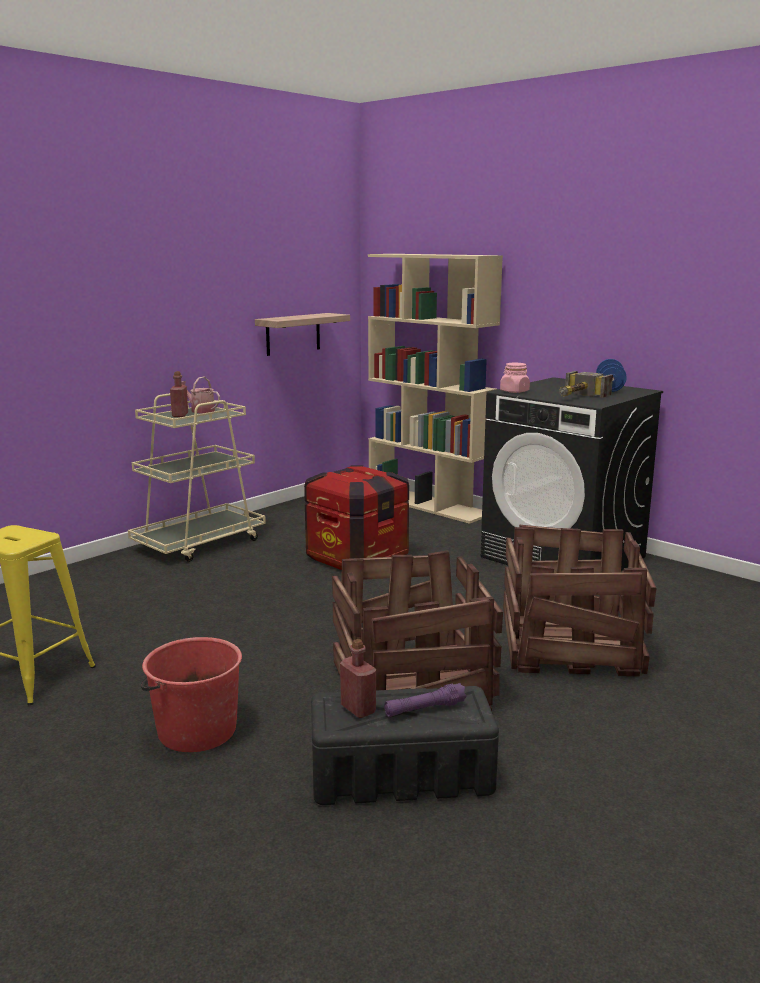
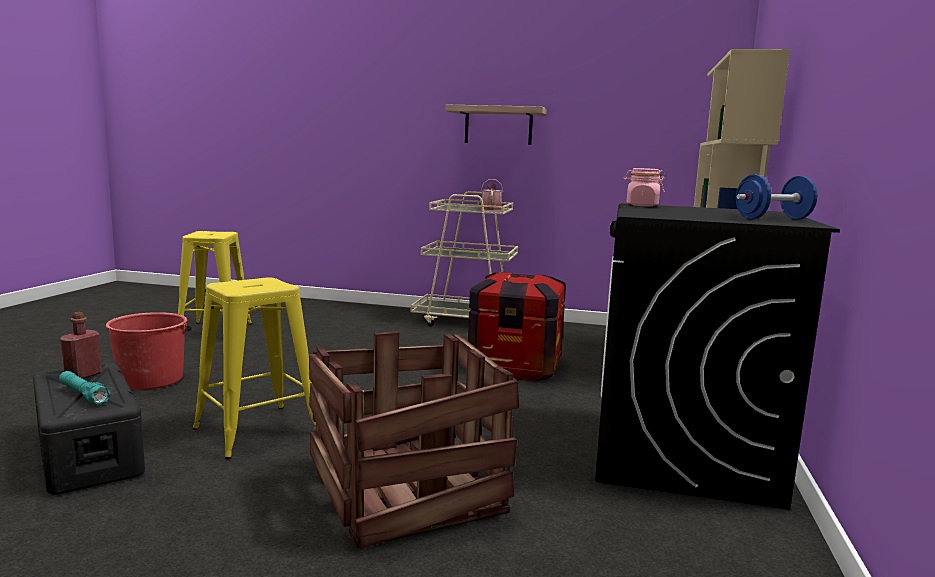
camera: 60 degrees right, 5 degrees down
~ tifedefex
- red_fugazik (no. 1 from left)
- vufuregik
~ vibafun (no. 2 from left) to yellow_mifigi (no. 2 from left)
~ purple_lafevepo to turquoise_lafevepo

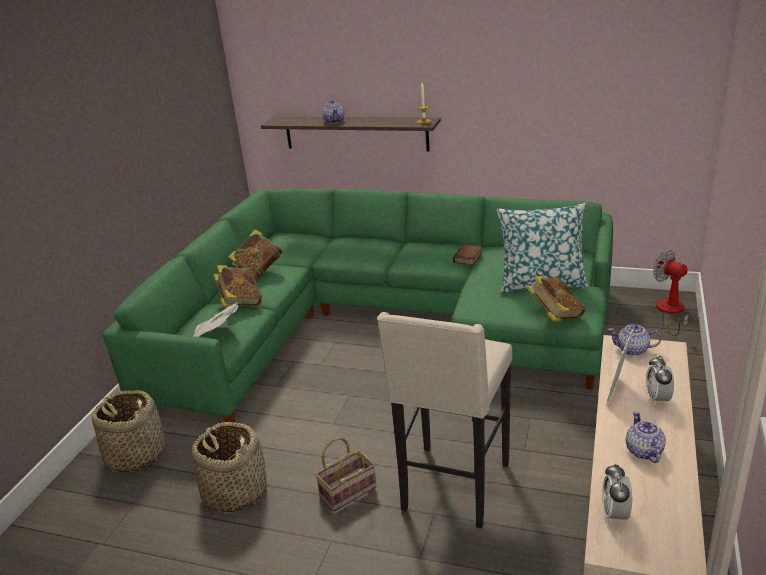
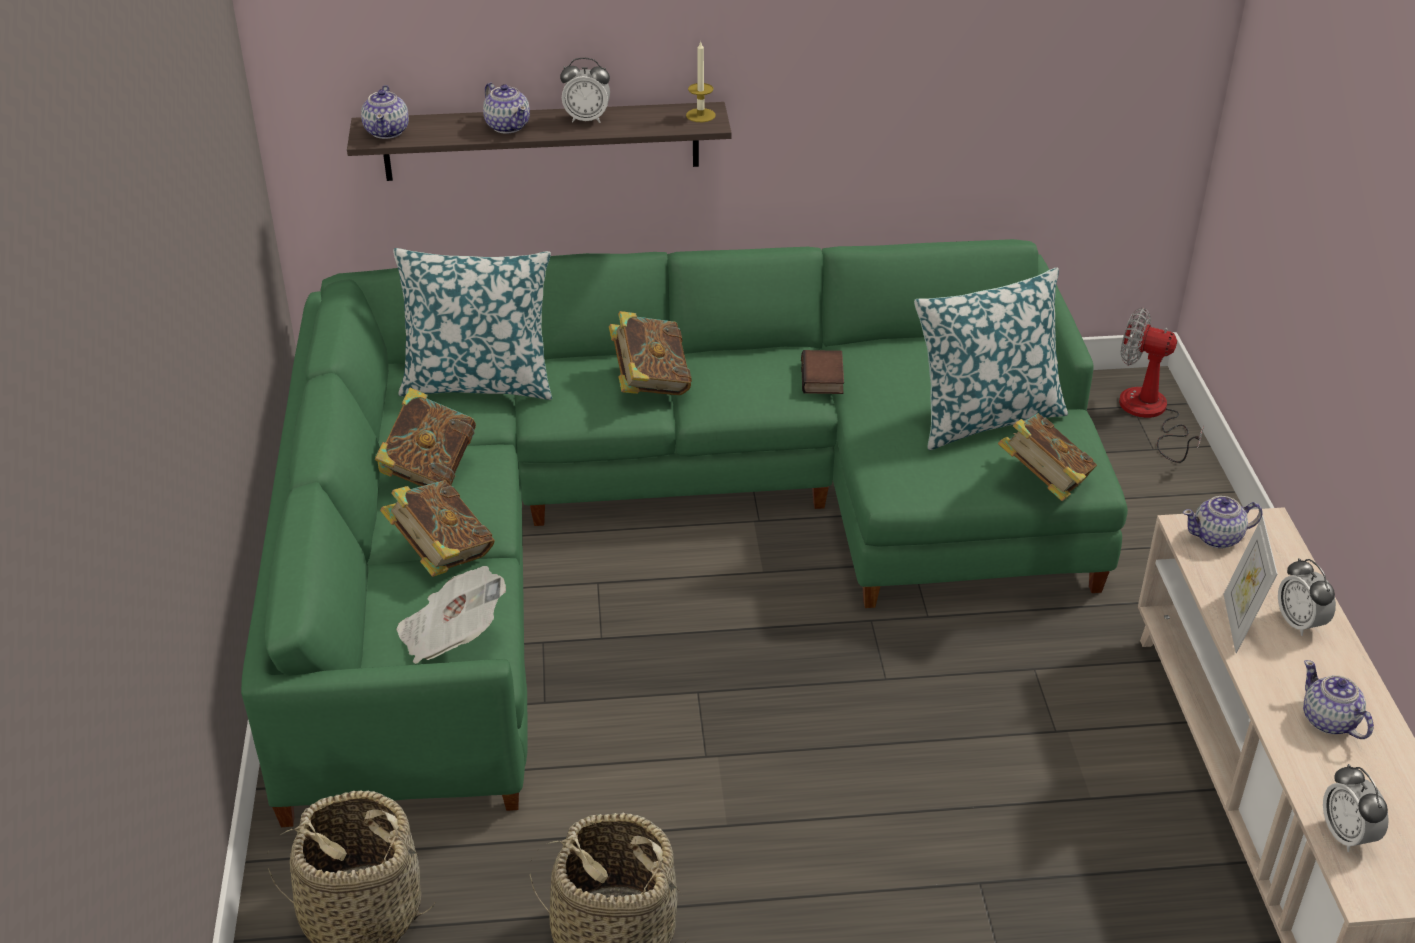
camera: 25 degrees left, 10 degrees up
- beige_mifigi
- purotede (no. 3 from left)
+ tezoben (no. 1 from left)
+ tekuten (no. 1 from left)
+ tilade (no. 1 from left)
+ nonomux (no. 3 from left)

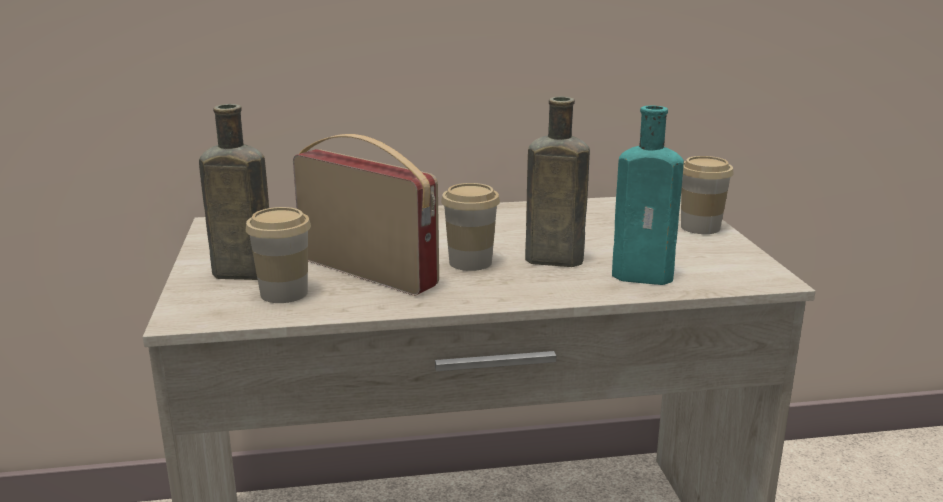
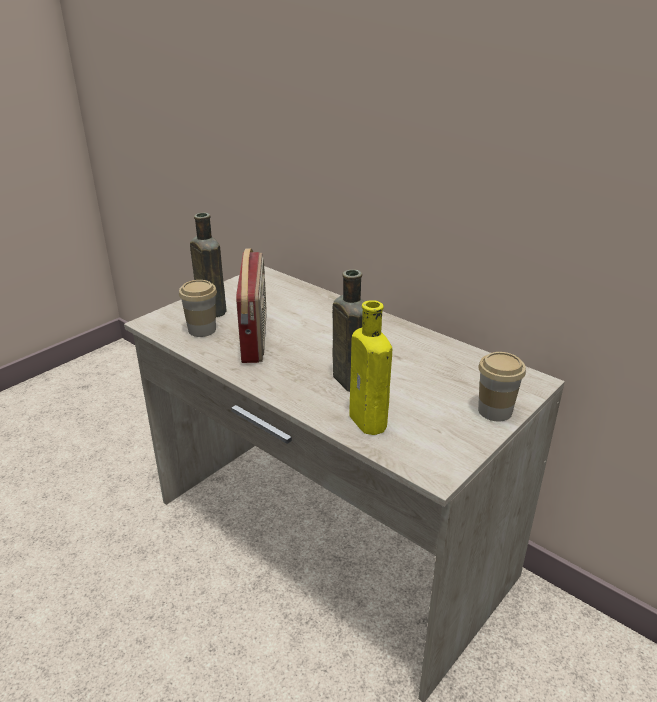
camera: 50 degrees right, 10 degrees up
~ turquoise_fugazik to yellow_fugazik
- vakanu (no. 2 from left)

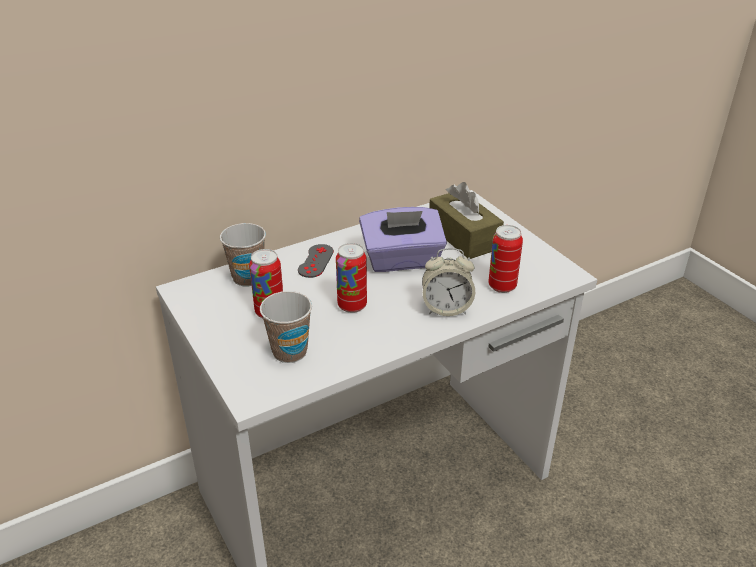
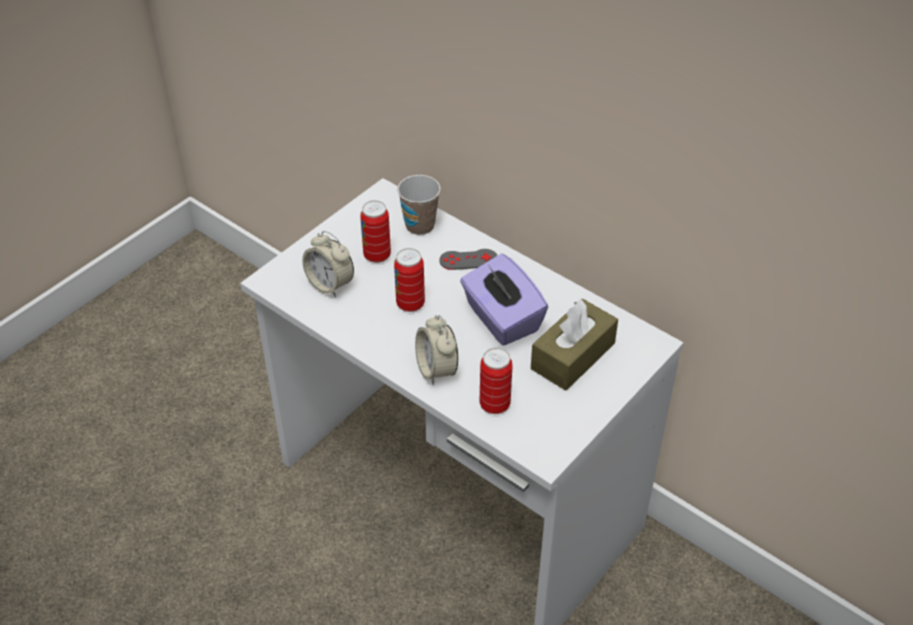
camera: 70 degrees right, 10 degrees up
~ vakanu (no. 2 from left) to tezoben (no. 1 from left)

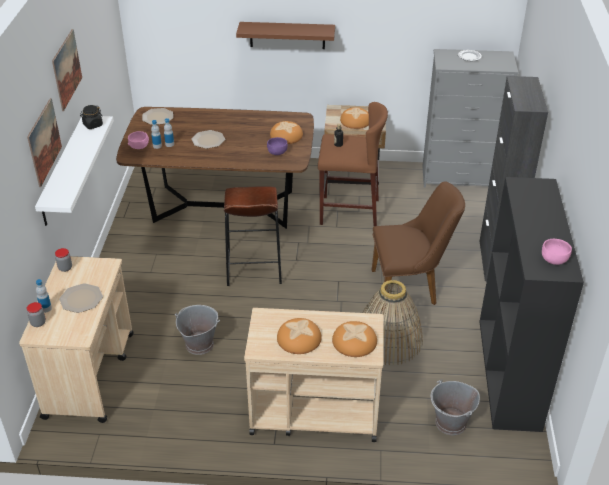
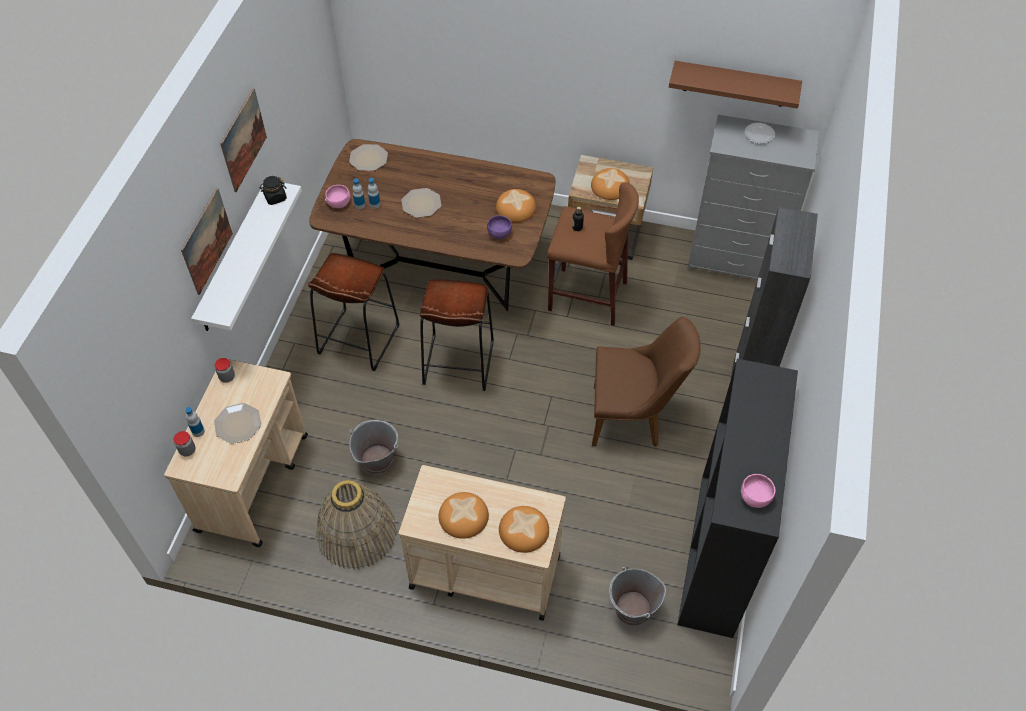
camera: 10 degrees right, 15 degrees up
~ brown_tifedefex
~ purotede
+ brown_mifigi (no. 1 from left)

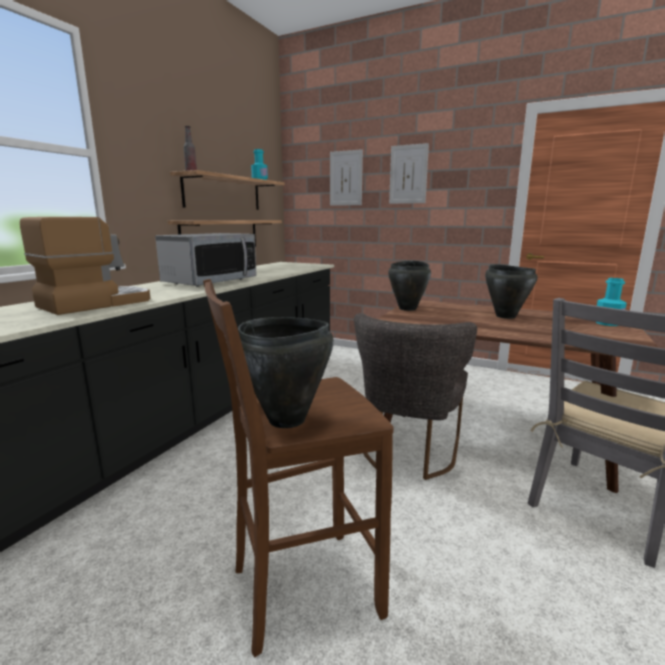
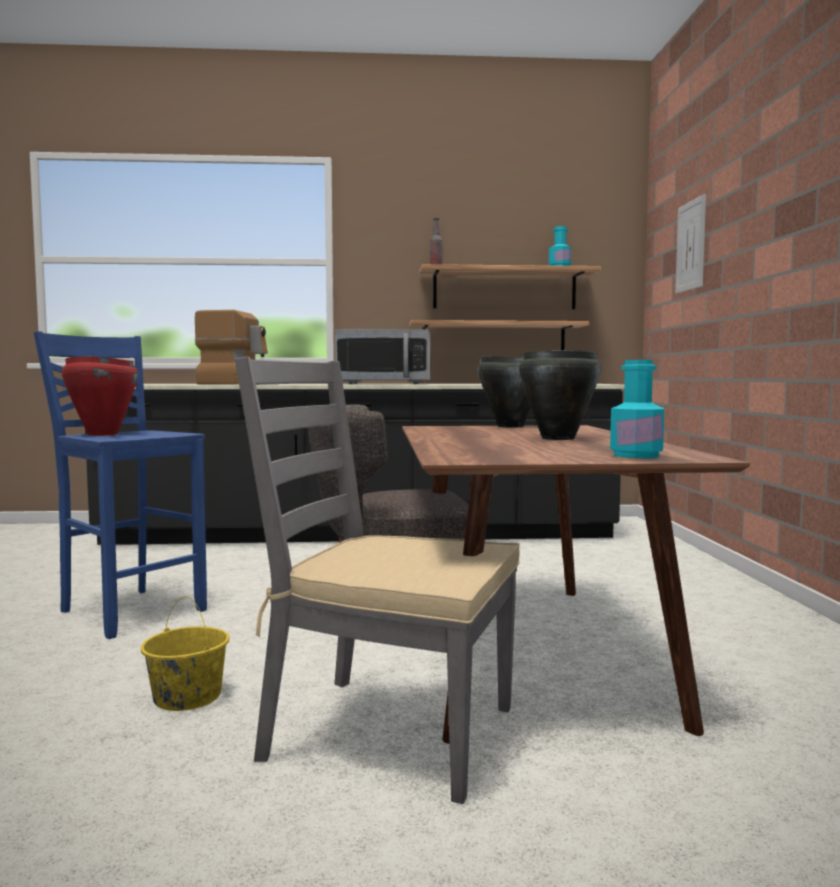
camera: 60 degrees right, 10 degrees down
- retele (no. 2 from left)
~ brown_mifigi to blue_mifigi
~ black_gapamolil (no. 1 from left) to red_gapamolil
+ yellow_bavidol

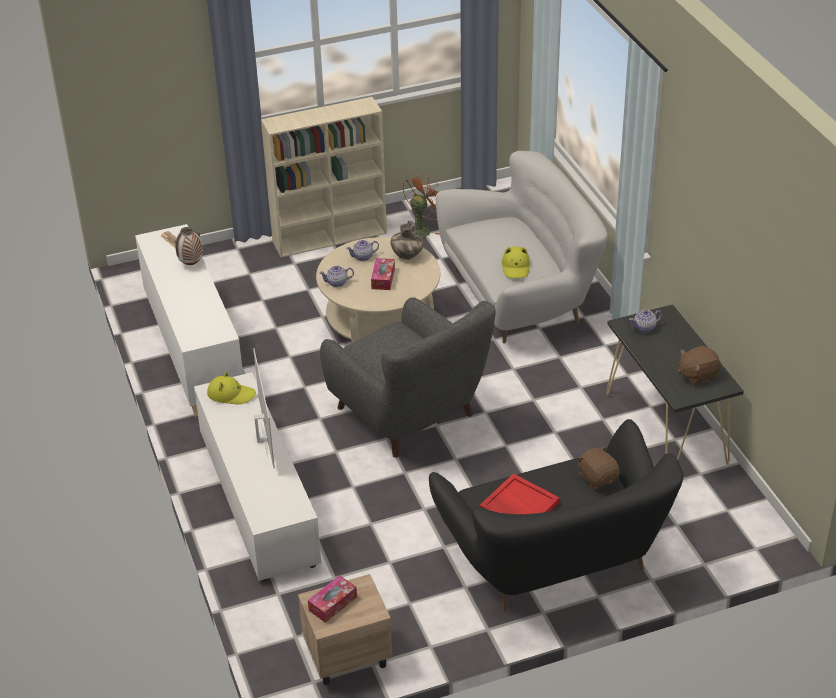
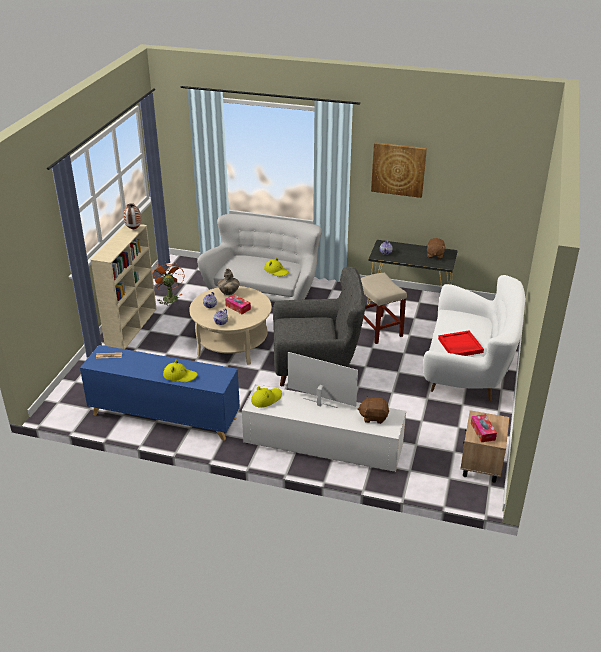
camera: 55 degrees left, 5 degrees down
~ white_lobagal to blue_lobagal
~ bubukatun (no. 1 from left)
~ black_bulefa to white_bulefa (no. 2 from left)
~ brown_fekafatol (no. 1 from left)
+ retele
+ beige_mifigi
+ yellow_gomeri (no. 1 from left)

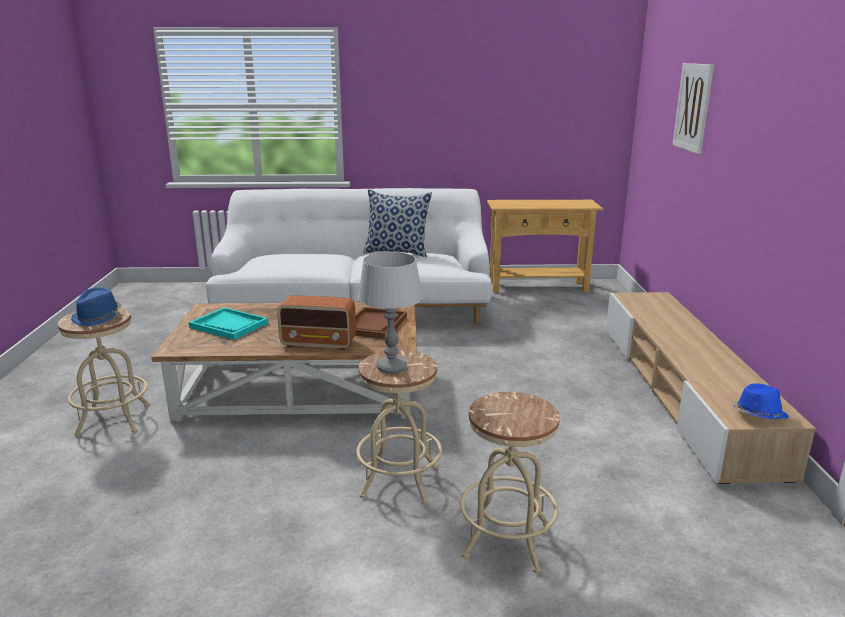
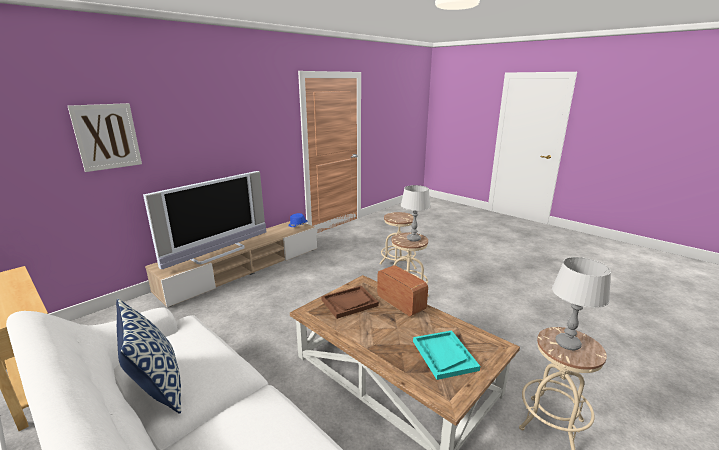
camera: 135 degrees left, 0 degrees up
~ blue_gomeri (no. 1 from left) to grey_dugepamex (no. 2 from left)
+ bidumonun

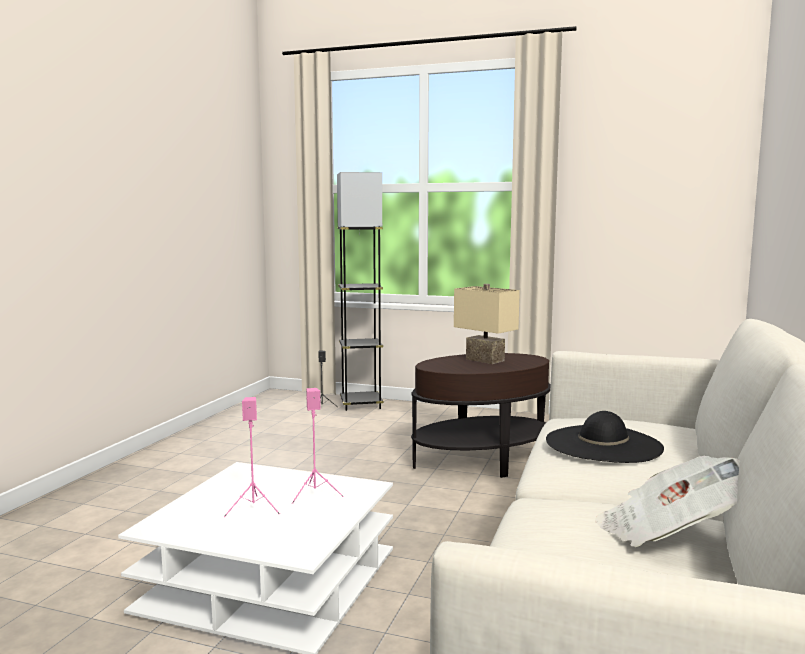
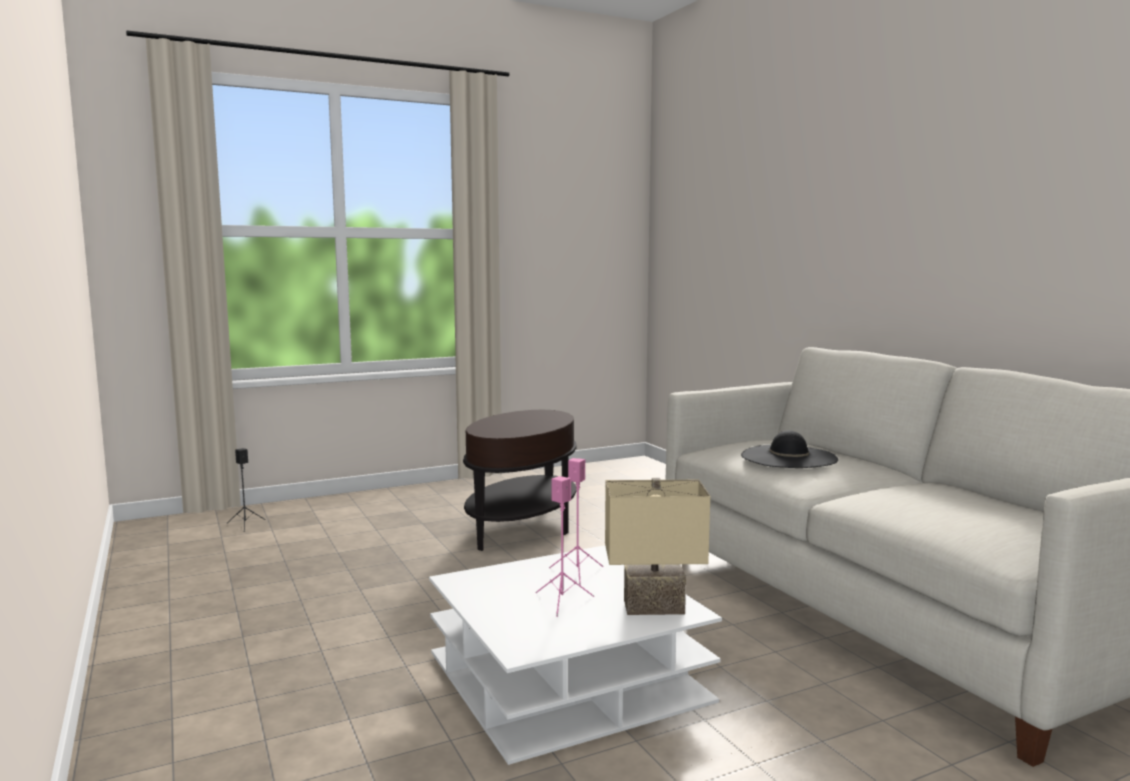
camera: 45 degrees left, 0 degrees up
- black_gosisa
~ beige_dugepamex
- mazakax

